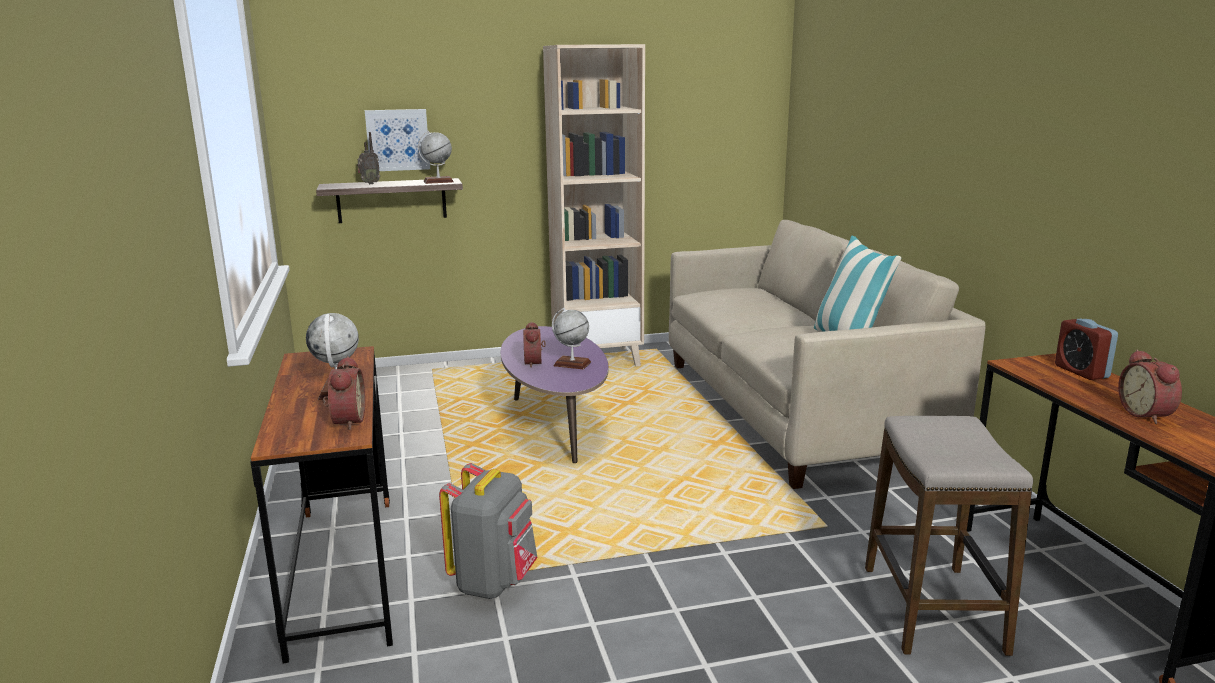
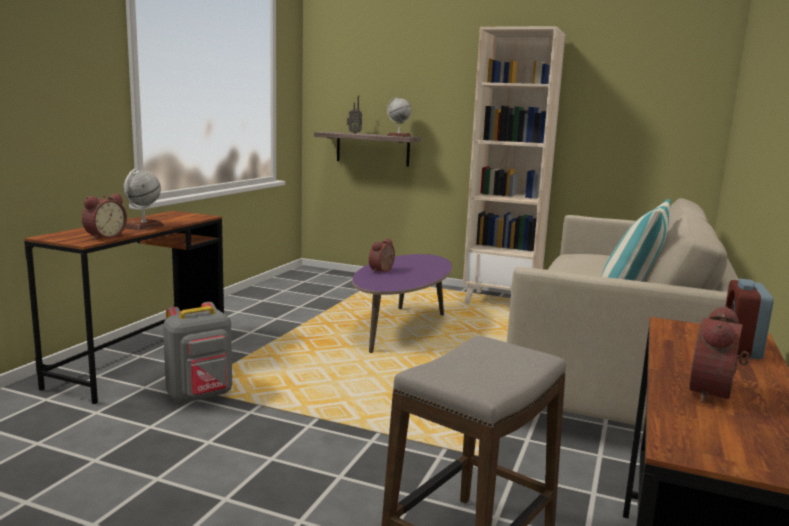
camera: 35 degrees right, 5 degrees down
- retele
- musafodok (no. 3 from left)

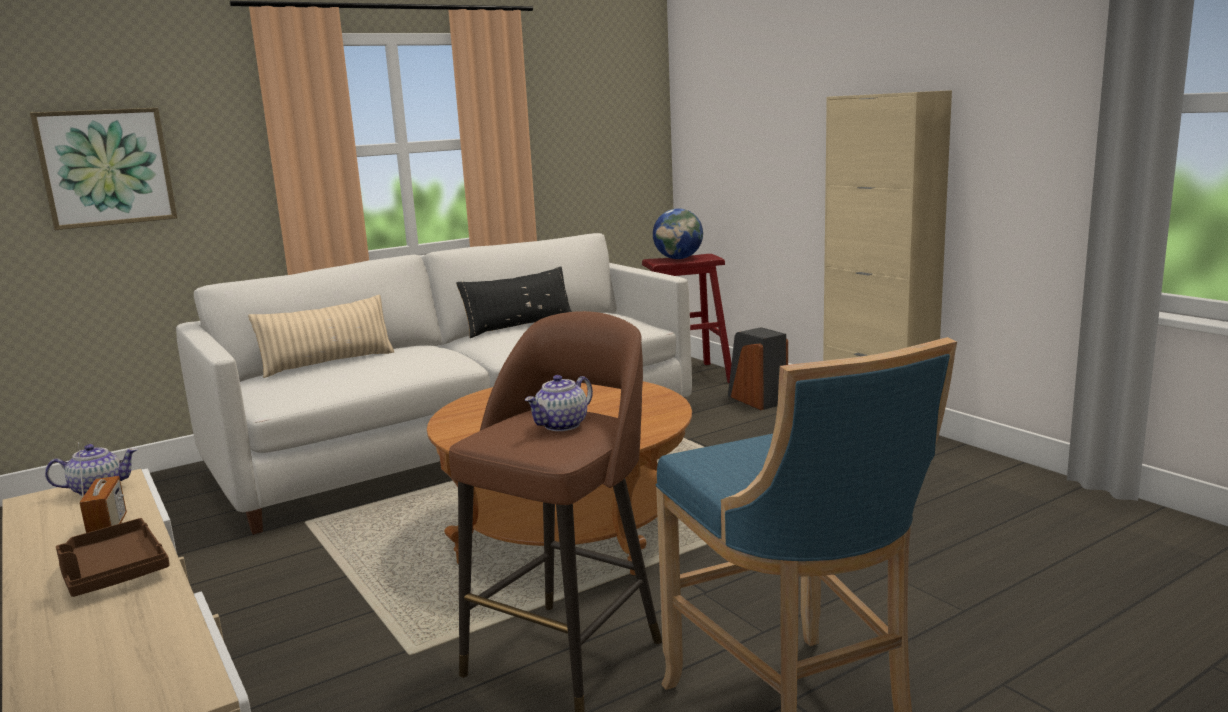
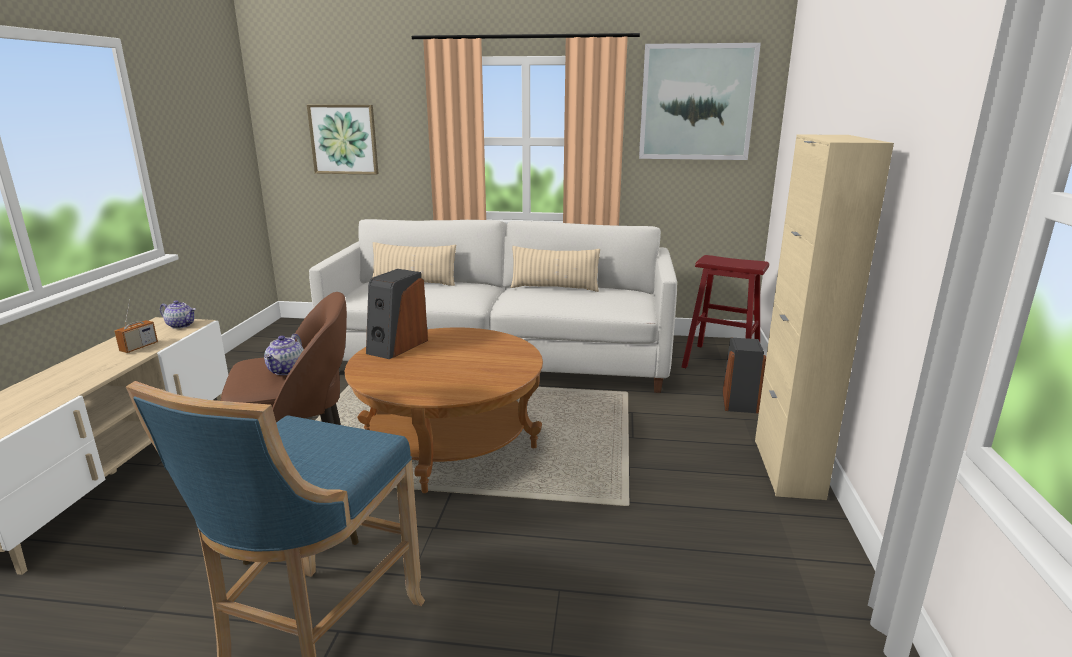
camera: 40 degrees right, 5 degrees up
- musafodok
~ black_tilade to beige_tilade (no. 2 from left)
~ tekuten (no. 2 from left) 75 degrees counterclockwise
- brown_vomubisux
+ retele (no. 2 from left)
+ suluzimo (no. 1 from left)

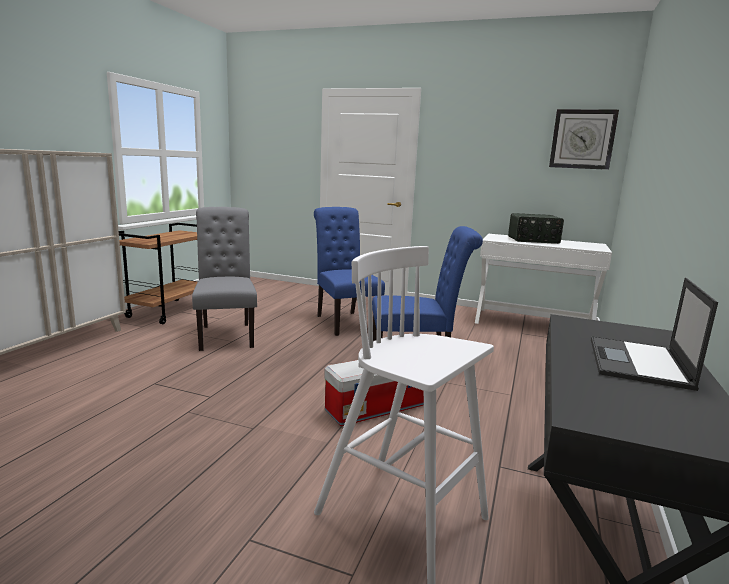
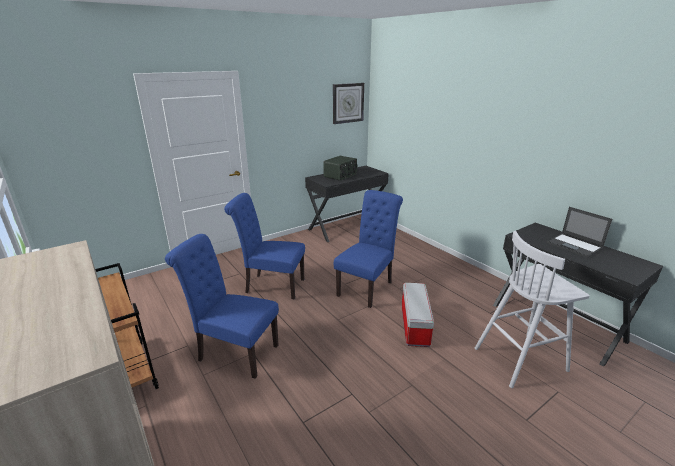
camera: 55 degrees left, 10 degrees up
~ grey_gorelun to blue_gorelun (no. 1 from left)
~ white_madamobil to black_madamobil (no. 1 from left)

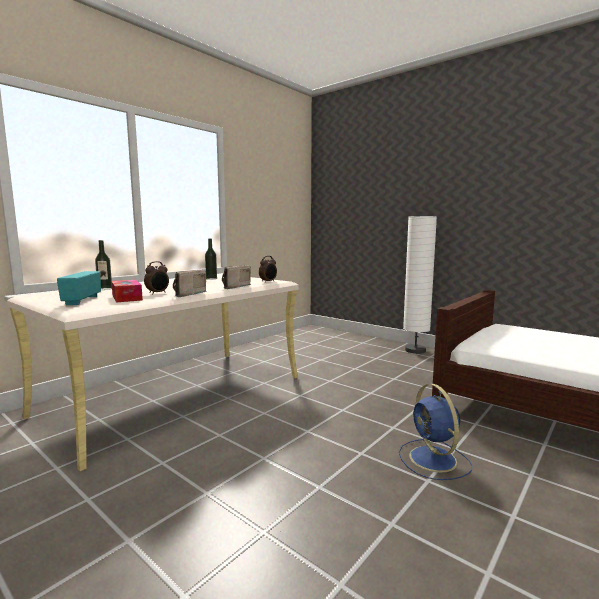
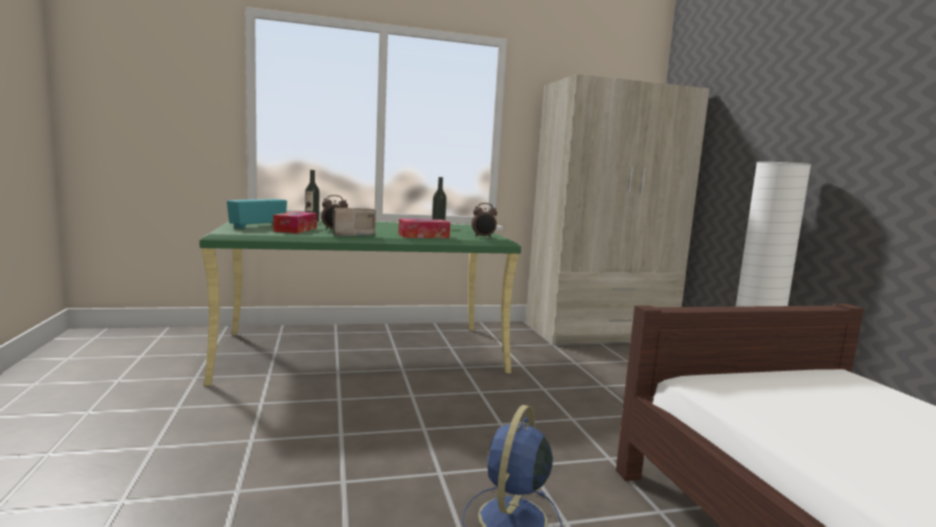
camera: 35 degrees right, 0 degrees up
~ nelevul (no. 3 from left) to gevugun (no. 2 from left)
~ beige_madamobil to green_madamobil
+ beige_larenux

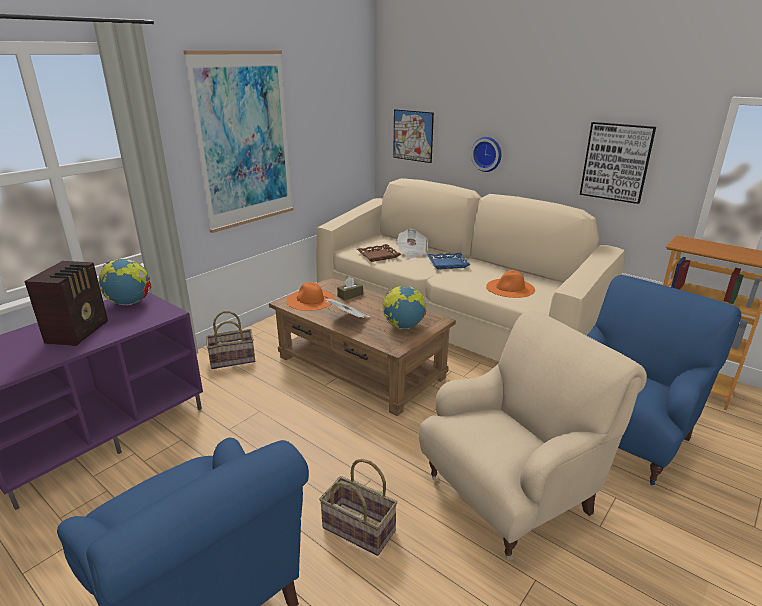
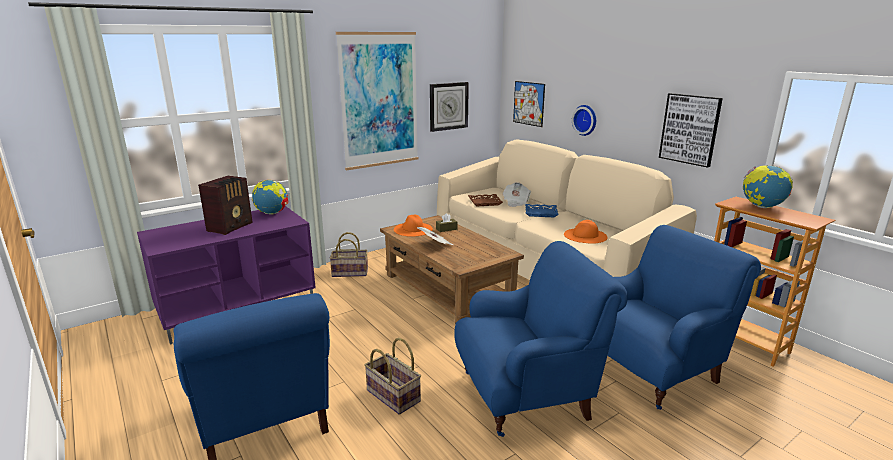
camera: 15 degrees right, 5 degrees down
~ musafodok (no. 2 from left)
~ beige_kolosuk to blue_kolosuk (no. 2 from left)
+ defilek (no. 1 from left)

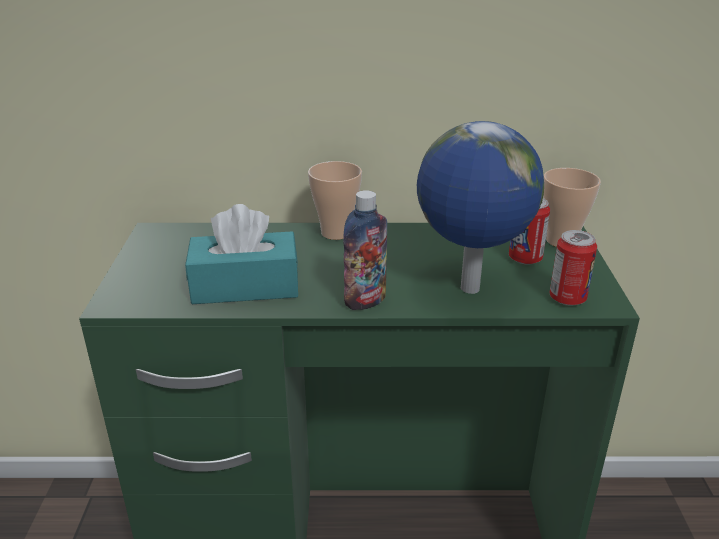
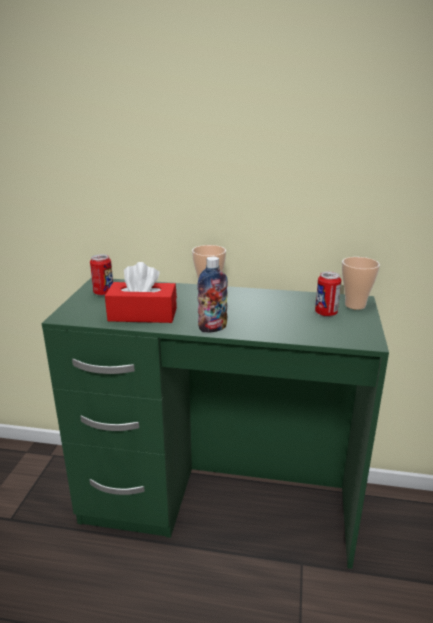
camera: 10 degrees right, 5 degrees down
- musafodok
~ turquoise_gevugun to red_gevugun
~ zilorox (no. 2 from left in the first image) to zilorox (no. 1 from left)

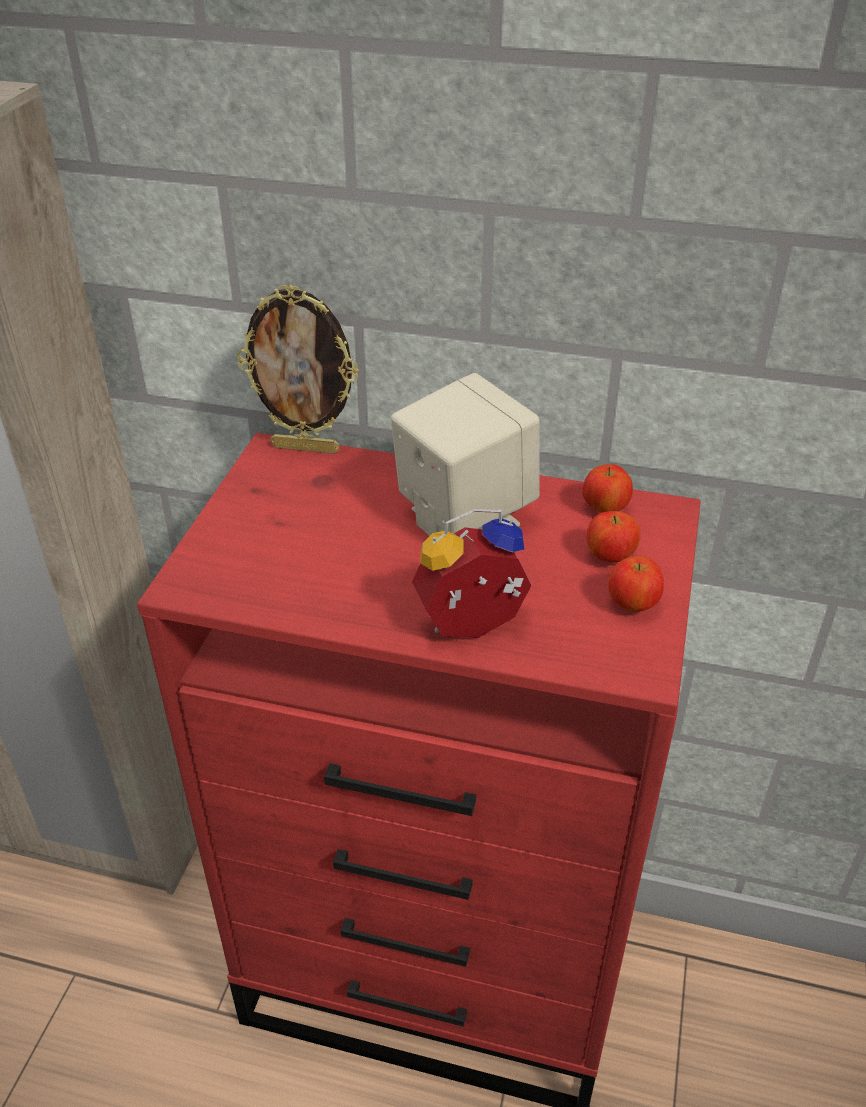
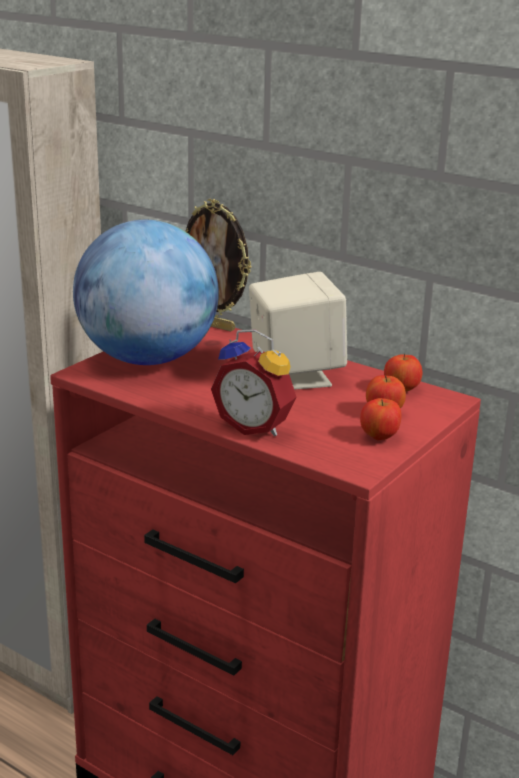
camera: 20 degrees right, 15 degrees down
~ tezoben 150 degrees counterclockwise
+ musafodok

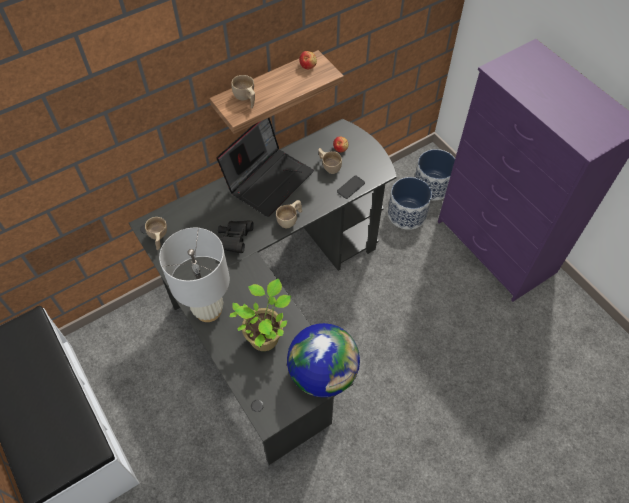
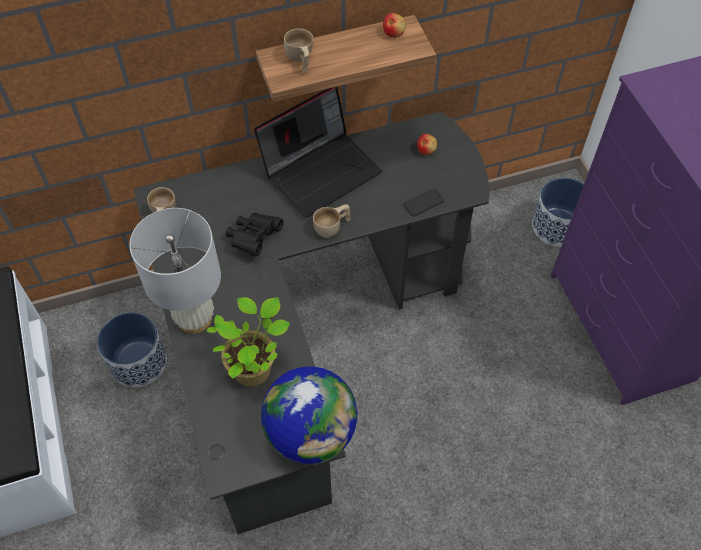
camera: 15 degrees right, 0 degrees up
- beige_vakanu (no. 4 from left)
~ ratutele (no. 1 from left)

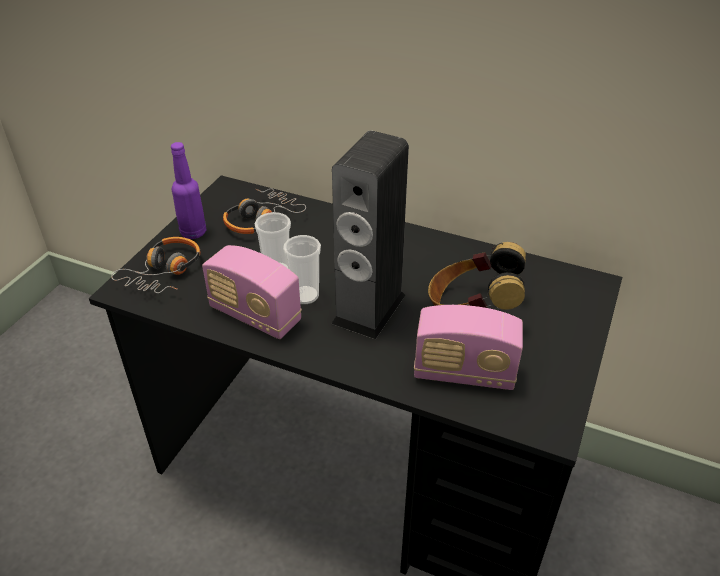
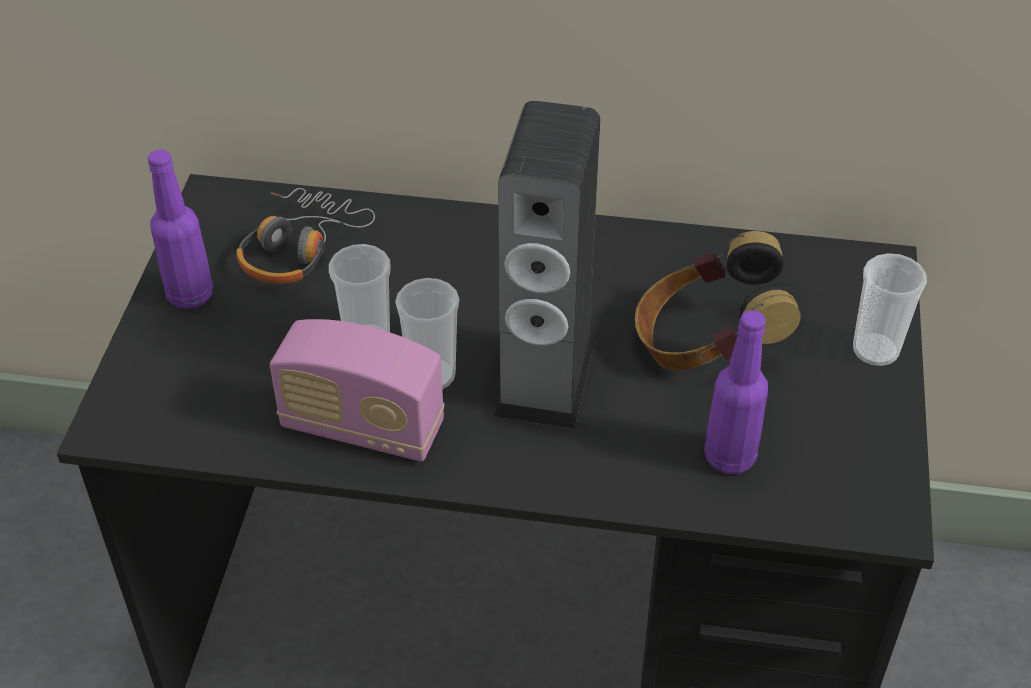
camera: 15 degrees left, 5 degrees up
- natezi (no. 1 from left)
~ nelevul (no. 2 from left) to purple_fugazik (no. 2 from left)
+ vakanu (no. 3 from left)

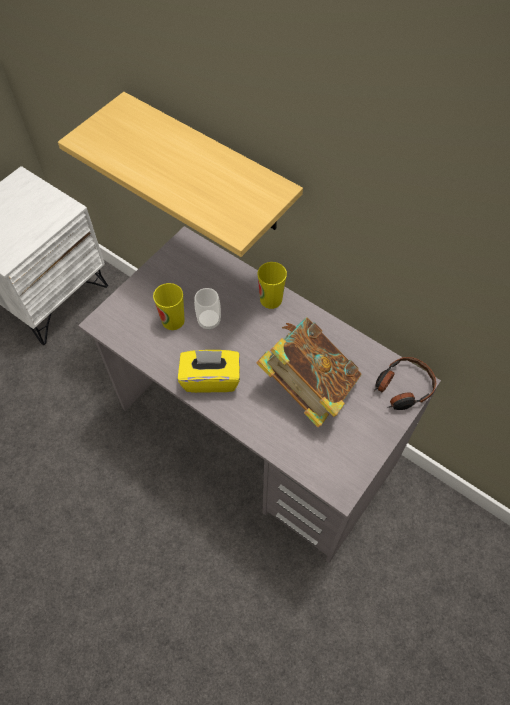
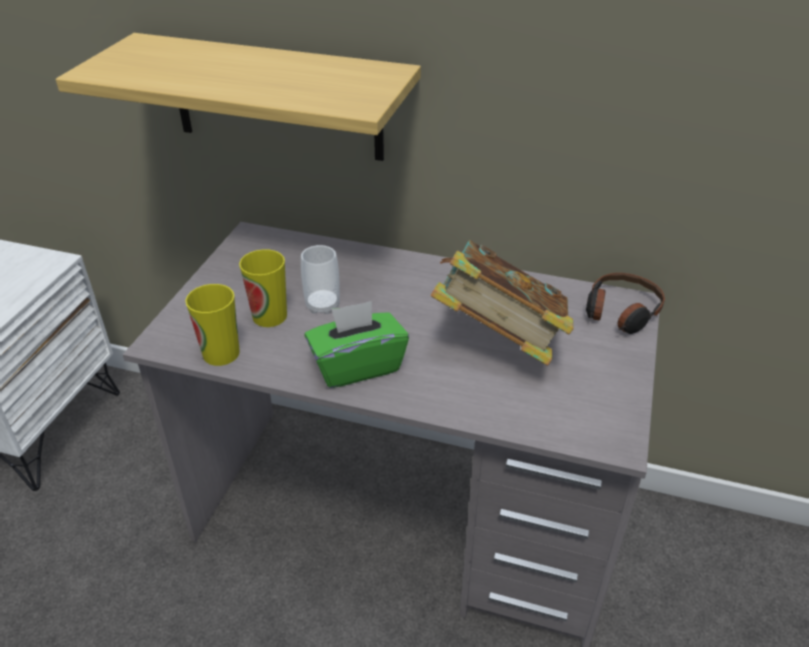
camera: 20 degrees left, 20 degrees down
~ vakanu (no. 3 from left in the first image) to vakanu (no. 1 from left)
~ yellow_gevugun to green_gevugun

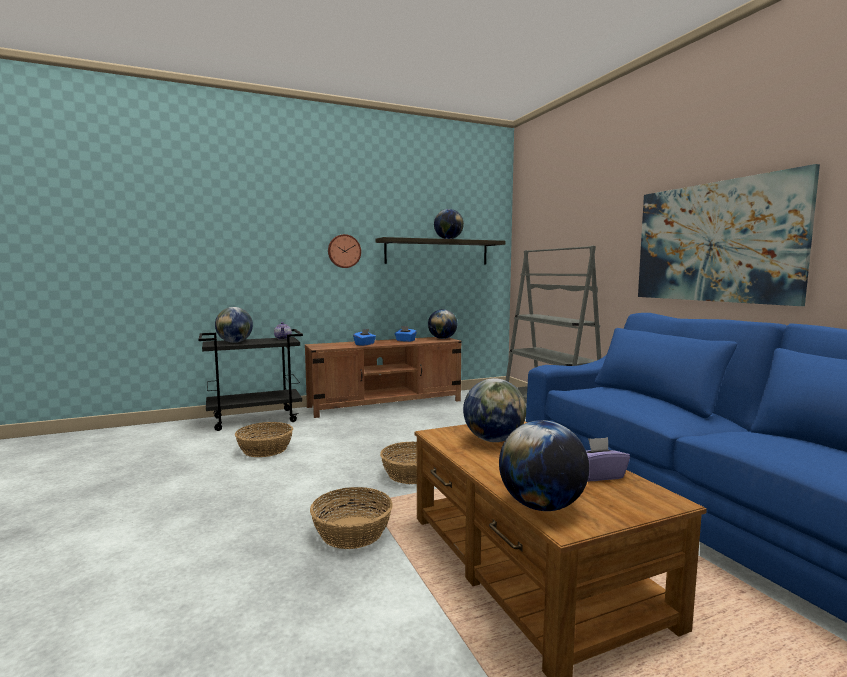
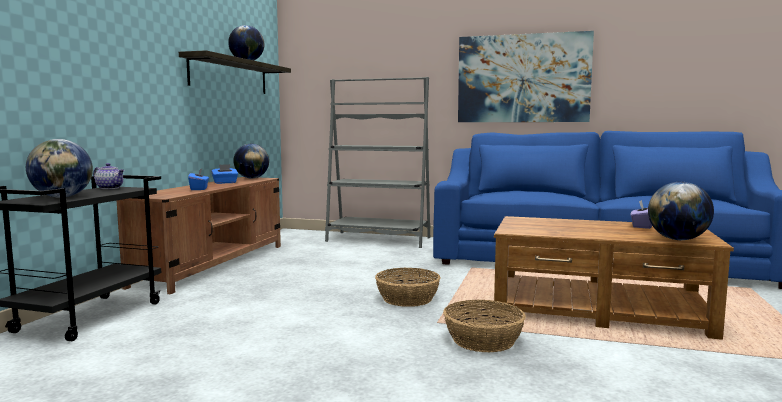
camera: 50 degrees left, 0 degrees up
- defilek
- musafodok (no. 4 from left)
- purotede (no. 1 from left)

